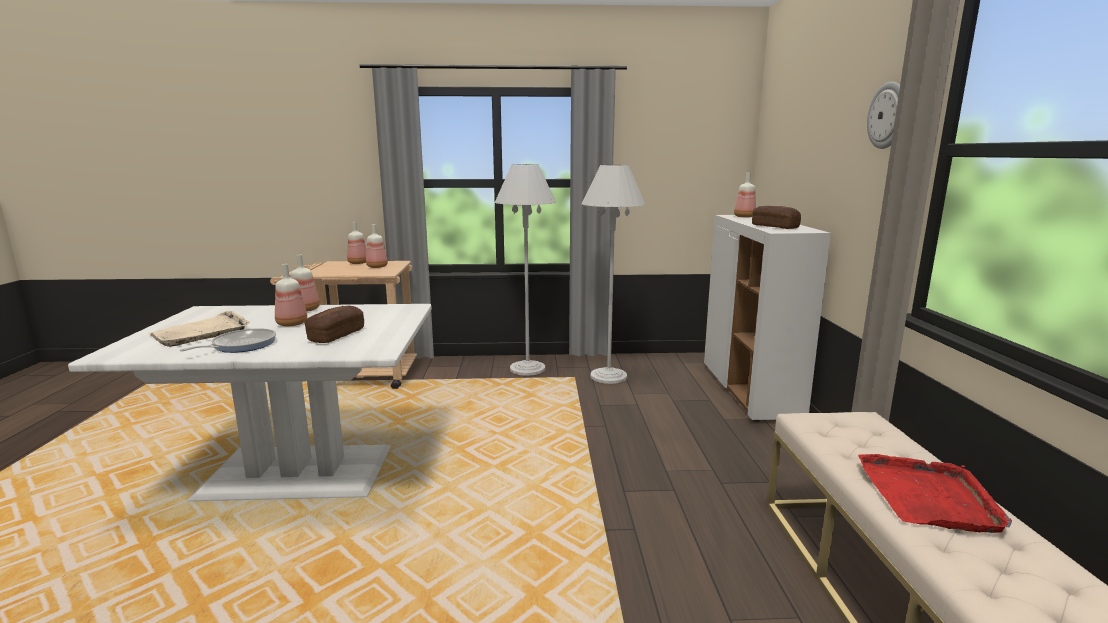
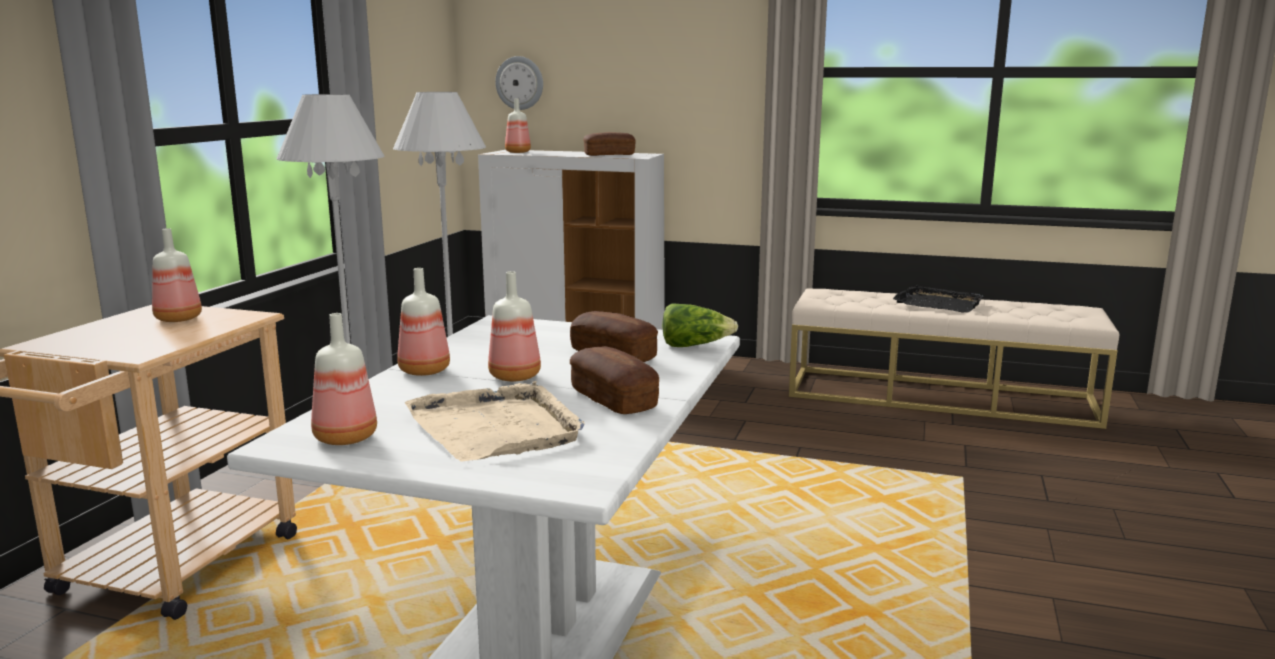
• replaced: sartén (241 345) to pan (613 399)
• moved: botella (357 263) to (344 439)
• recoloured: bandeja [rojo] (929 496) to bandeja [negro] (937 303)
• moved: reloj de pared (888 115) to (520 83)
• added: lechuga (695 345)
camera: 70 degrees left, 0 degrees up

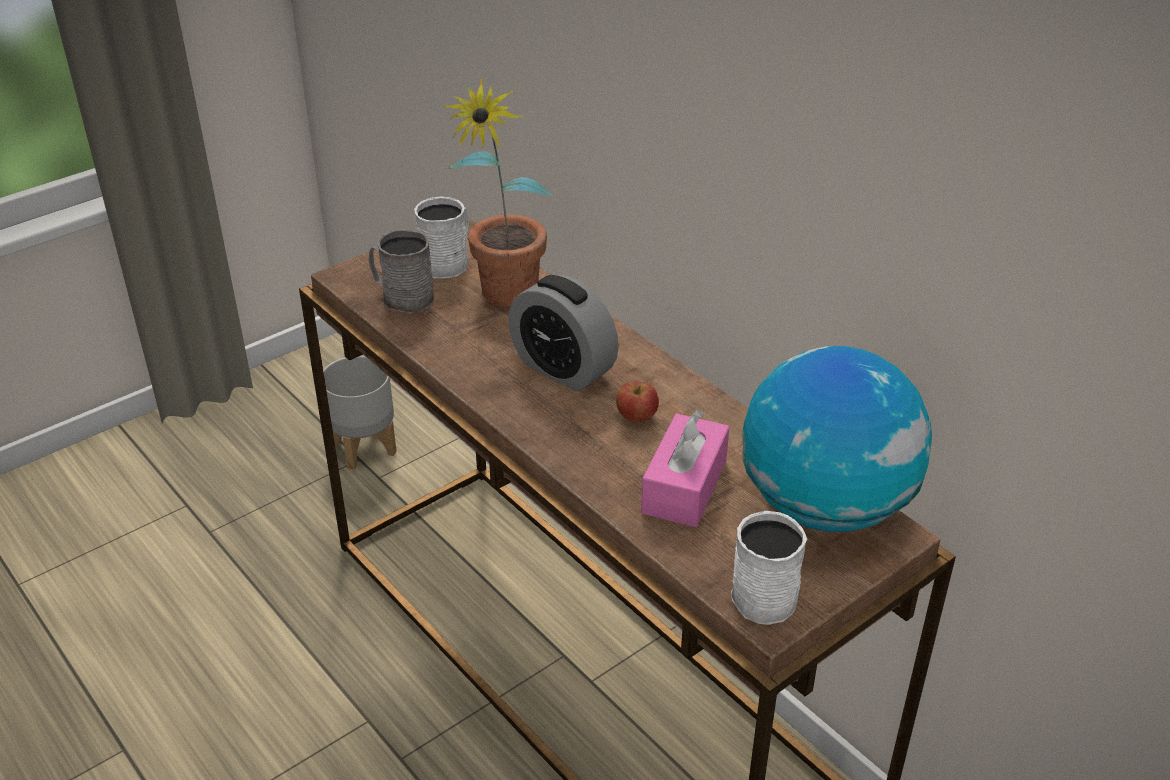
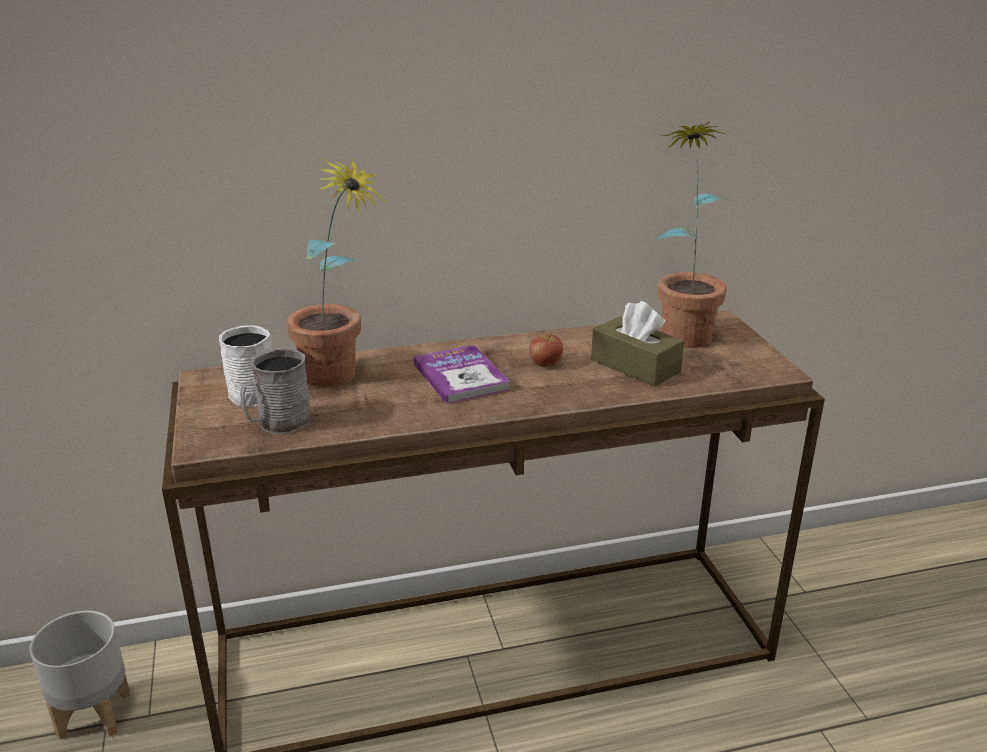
• replaced: despertador (563 369) to libro (461 377)
• recoloured: caja de pañuelos [rosa] (684 486) to caja de pañuelos [marrón] (635 366)
• removed: taza grande [blanco] (760 591)
• replaced: globo terráqueo (824 506) to planta en maceta (683 330)
camera: 65 degrees left, 10 degrees down

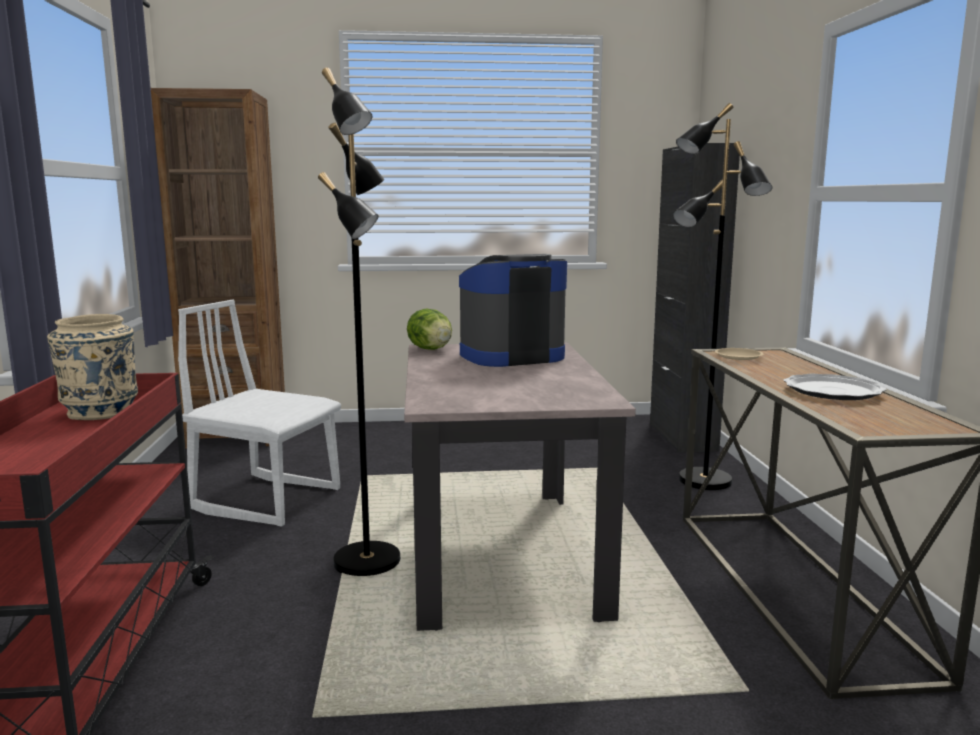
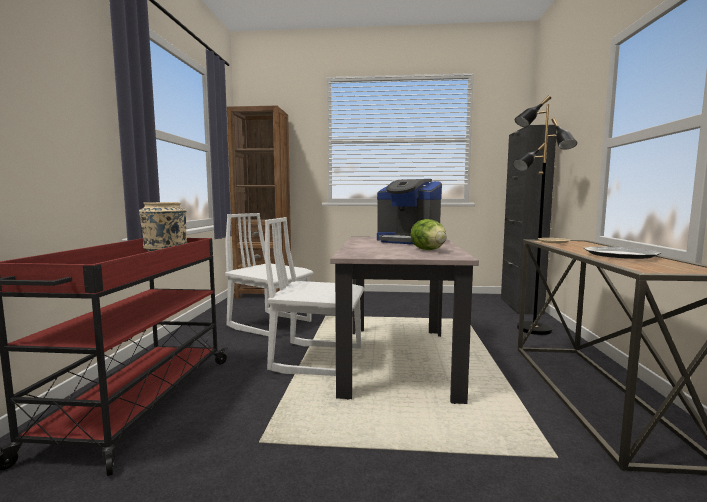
• replaced: lámpara de pie [negro] (369 561) to silla [blanco] (318 359)
• moved: lechuga (431 349) to (428 250)
• turned: cafetera (511 356) = (408 241) 135 degrees counterclockwise
camera: 10 degrees right, 5 degrees down

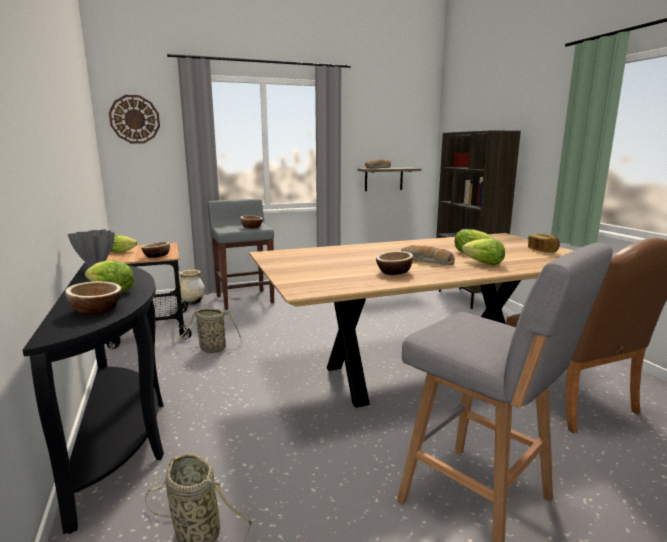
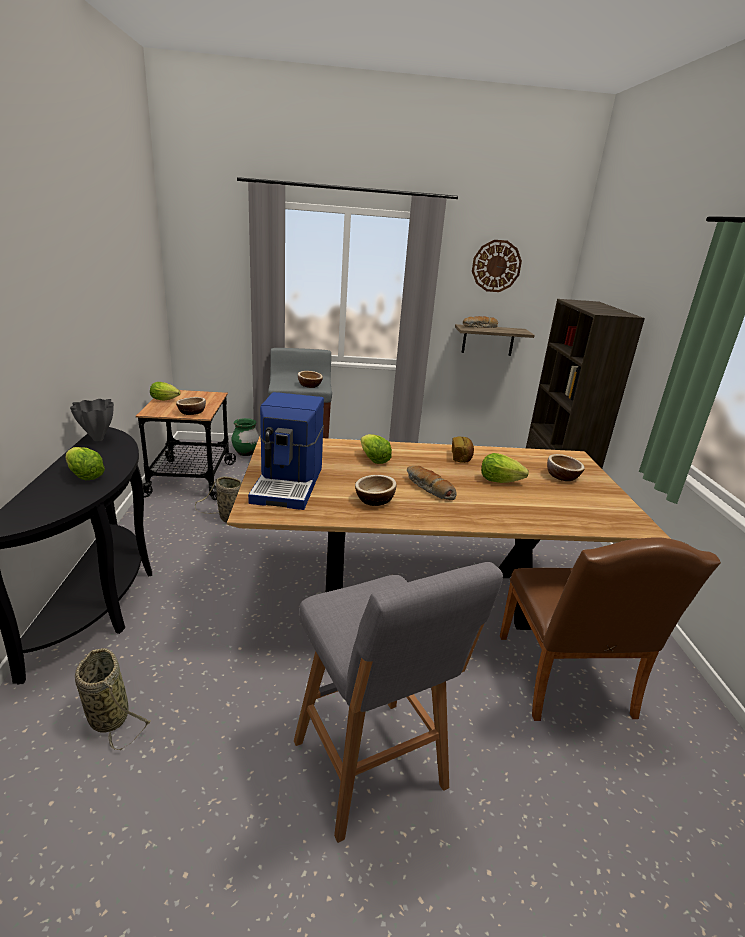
• moved: cuenco (96 310) to (562 476)
• moved: reloj de pared (135 119) to (496 266)
• recoloured: florero [beis] (192 302) to florero [verde] (246 453)
• moved: lechuga (484 263) to (374 460)
• moved: pan (543 251) to (461 457)
• added: cafetera (289 484)
camera: 15 degrees right, 10 degrees up

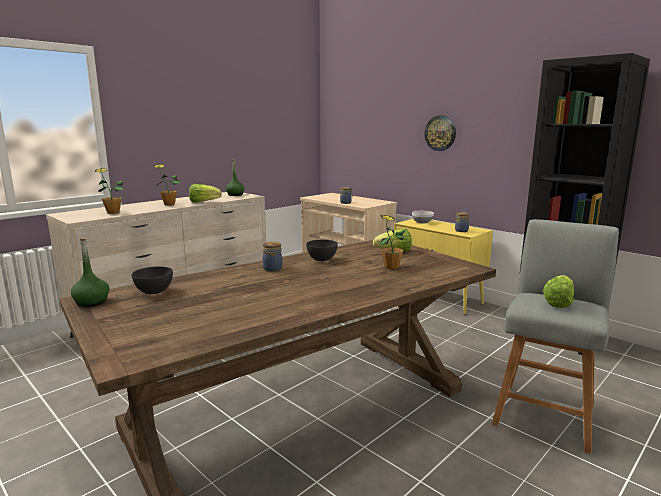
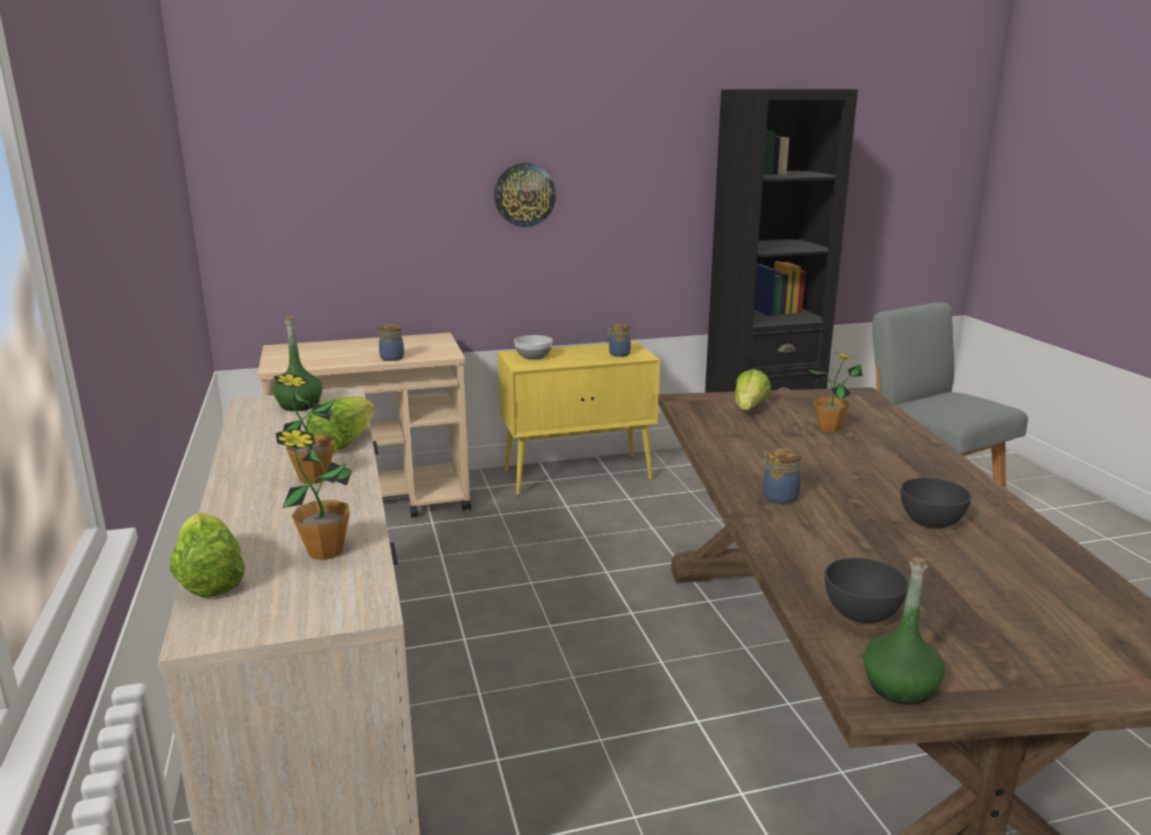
• moved: cuenco [gris] (322 259) to (930 522)
• moved: lechuga (558 302) to (210 579)
camera: 60 degrees left, 5 degrees up

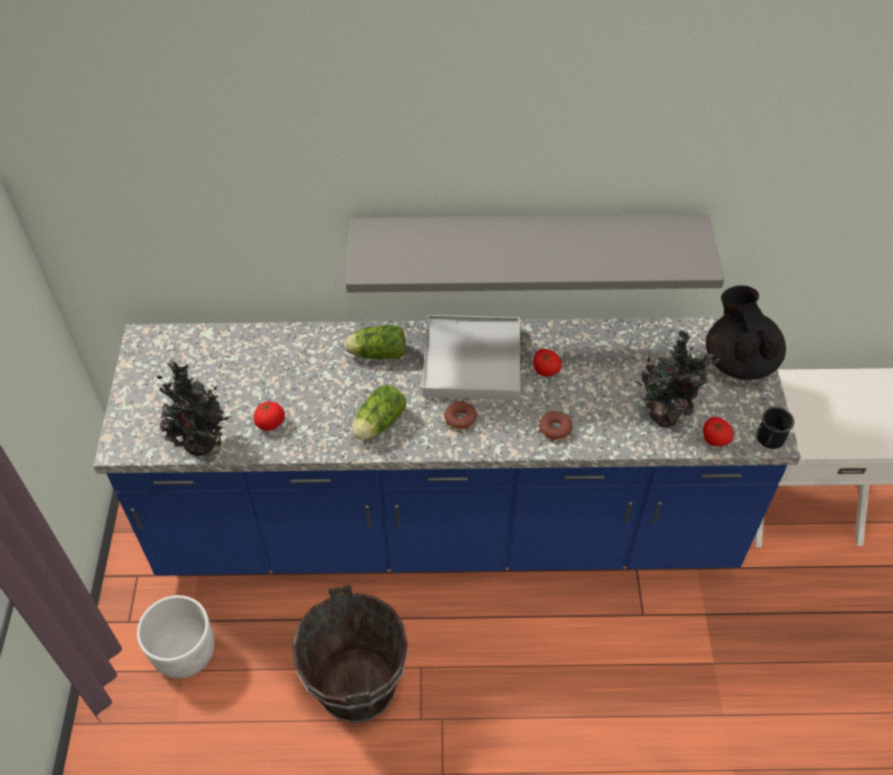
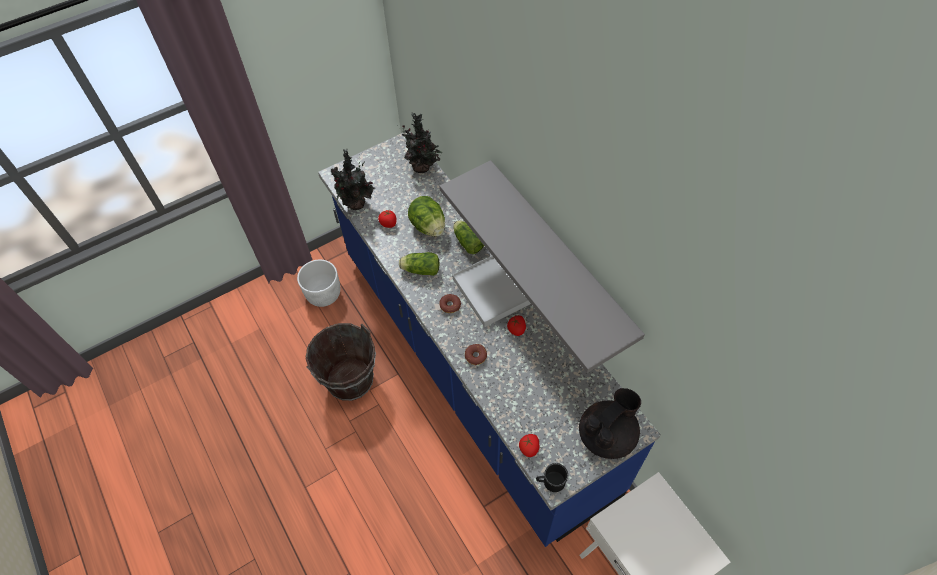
• moved: planta en maceta (666 413) to (423 167)
• added: lechuga (428 226)
camera: 60 degrees right, 5 degrees up

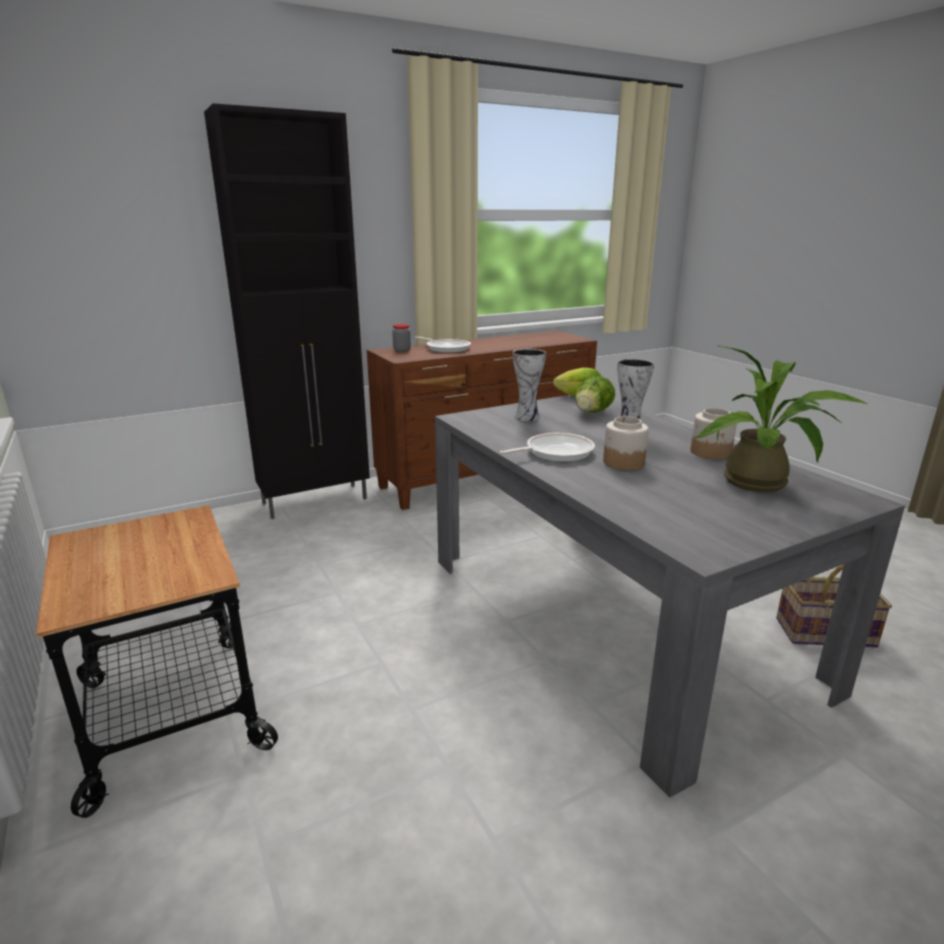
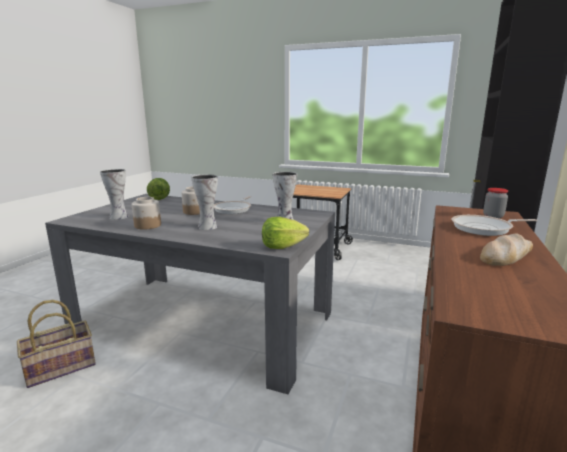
• moved: lechuga (592 413) to (160 198)
• replaced: planta en maceta (763 484) to florero (118 217)
• added: pan (506 255)
camera: 140 degrees right, 5 degrees down

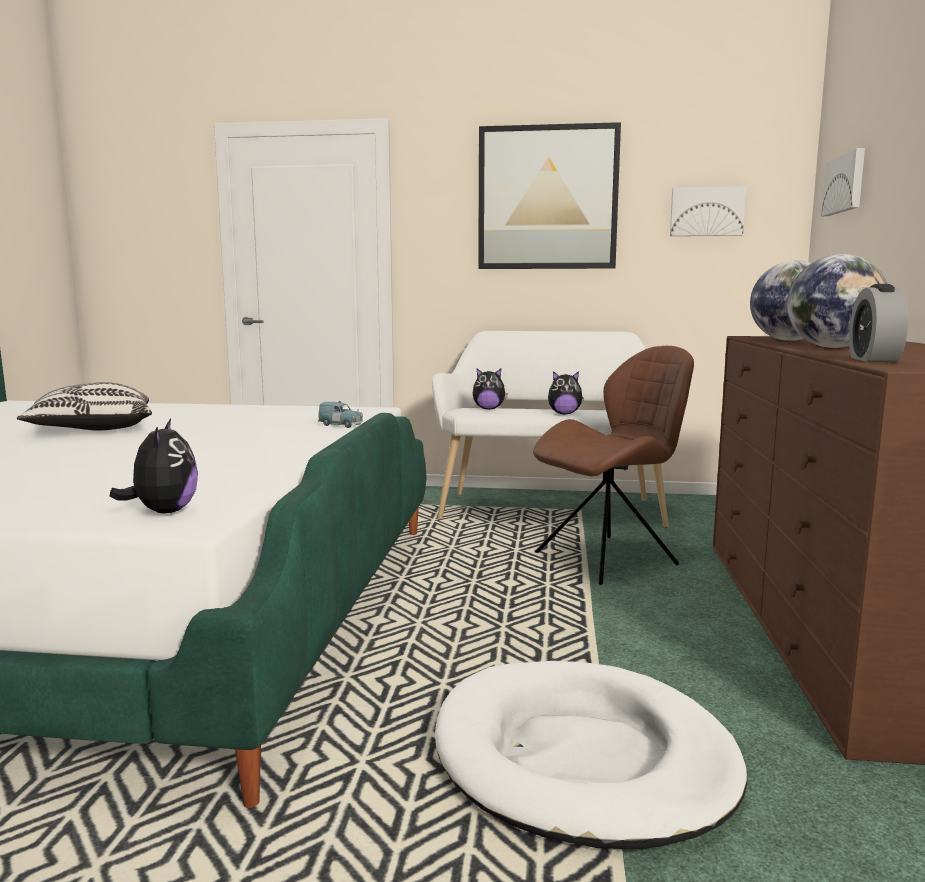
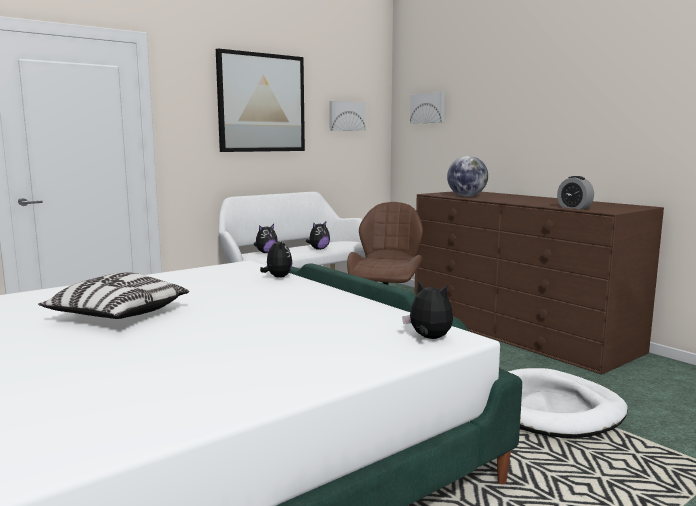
• replaced: coche de juguete [azul] (341 425) to peluche (277 277)
• removed: globo terráqueo (832 347)
camera: 45 degrees left, 0 degrees up

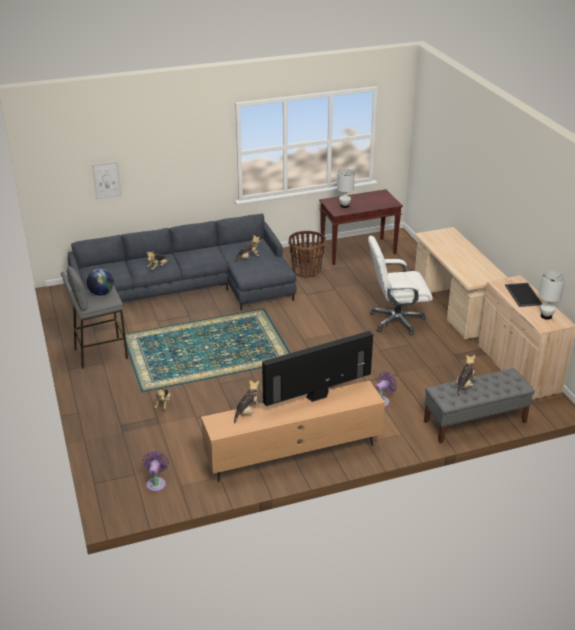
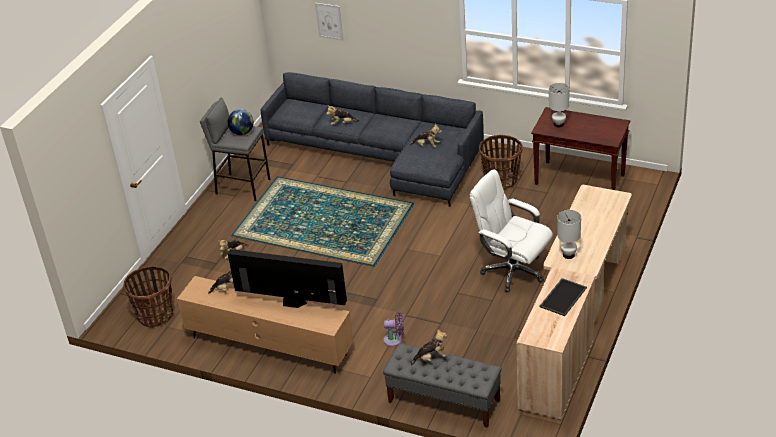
• replaced: ventilador [morado] (156 483) to cesta (155 315)
• moved: lámpara de mesa [blanco] (546 316) to (568 255)
camera: 45 degrees right, 5 degrees up

